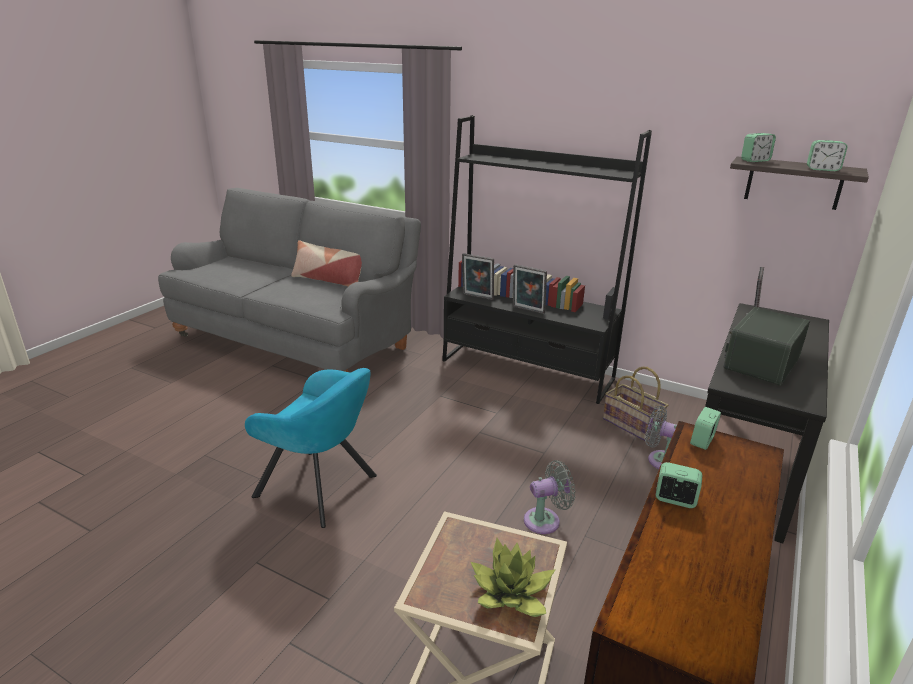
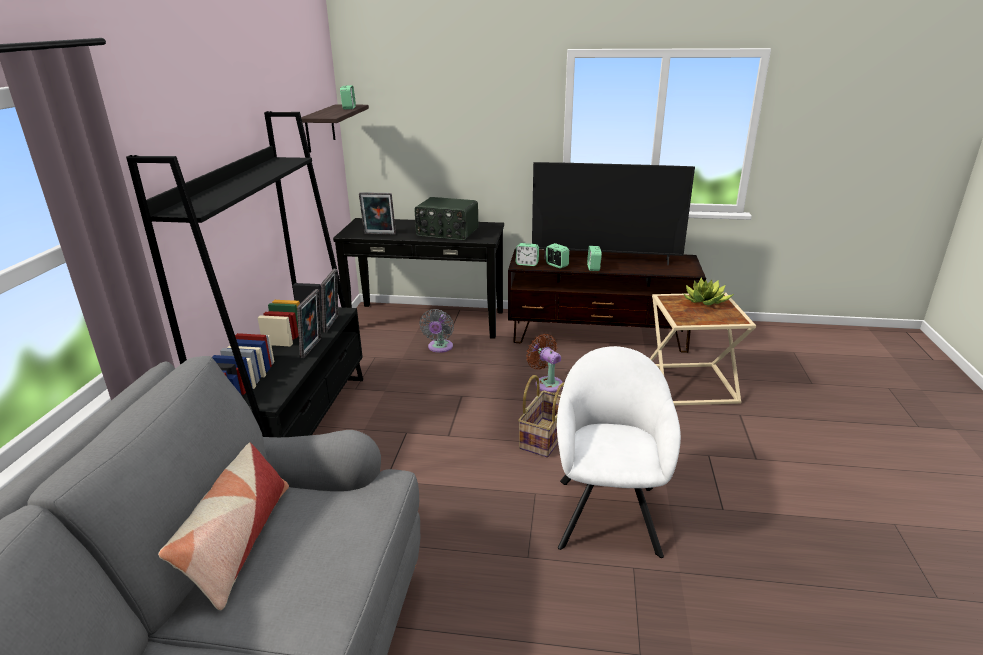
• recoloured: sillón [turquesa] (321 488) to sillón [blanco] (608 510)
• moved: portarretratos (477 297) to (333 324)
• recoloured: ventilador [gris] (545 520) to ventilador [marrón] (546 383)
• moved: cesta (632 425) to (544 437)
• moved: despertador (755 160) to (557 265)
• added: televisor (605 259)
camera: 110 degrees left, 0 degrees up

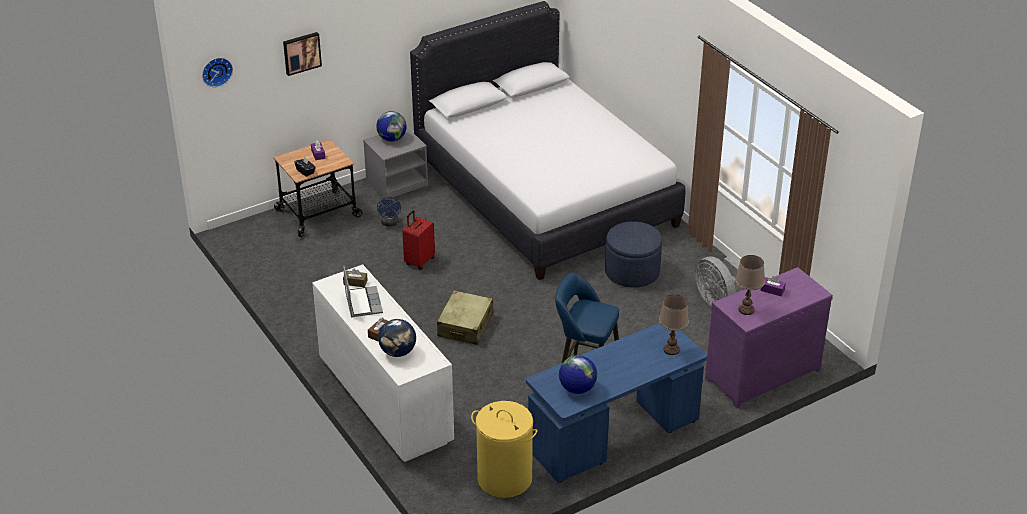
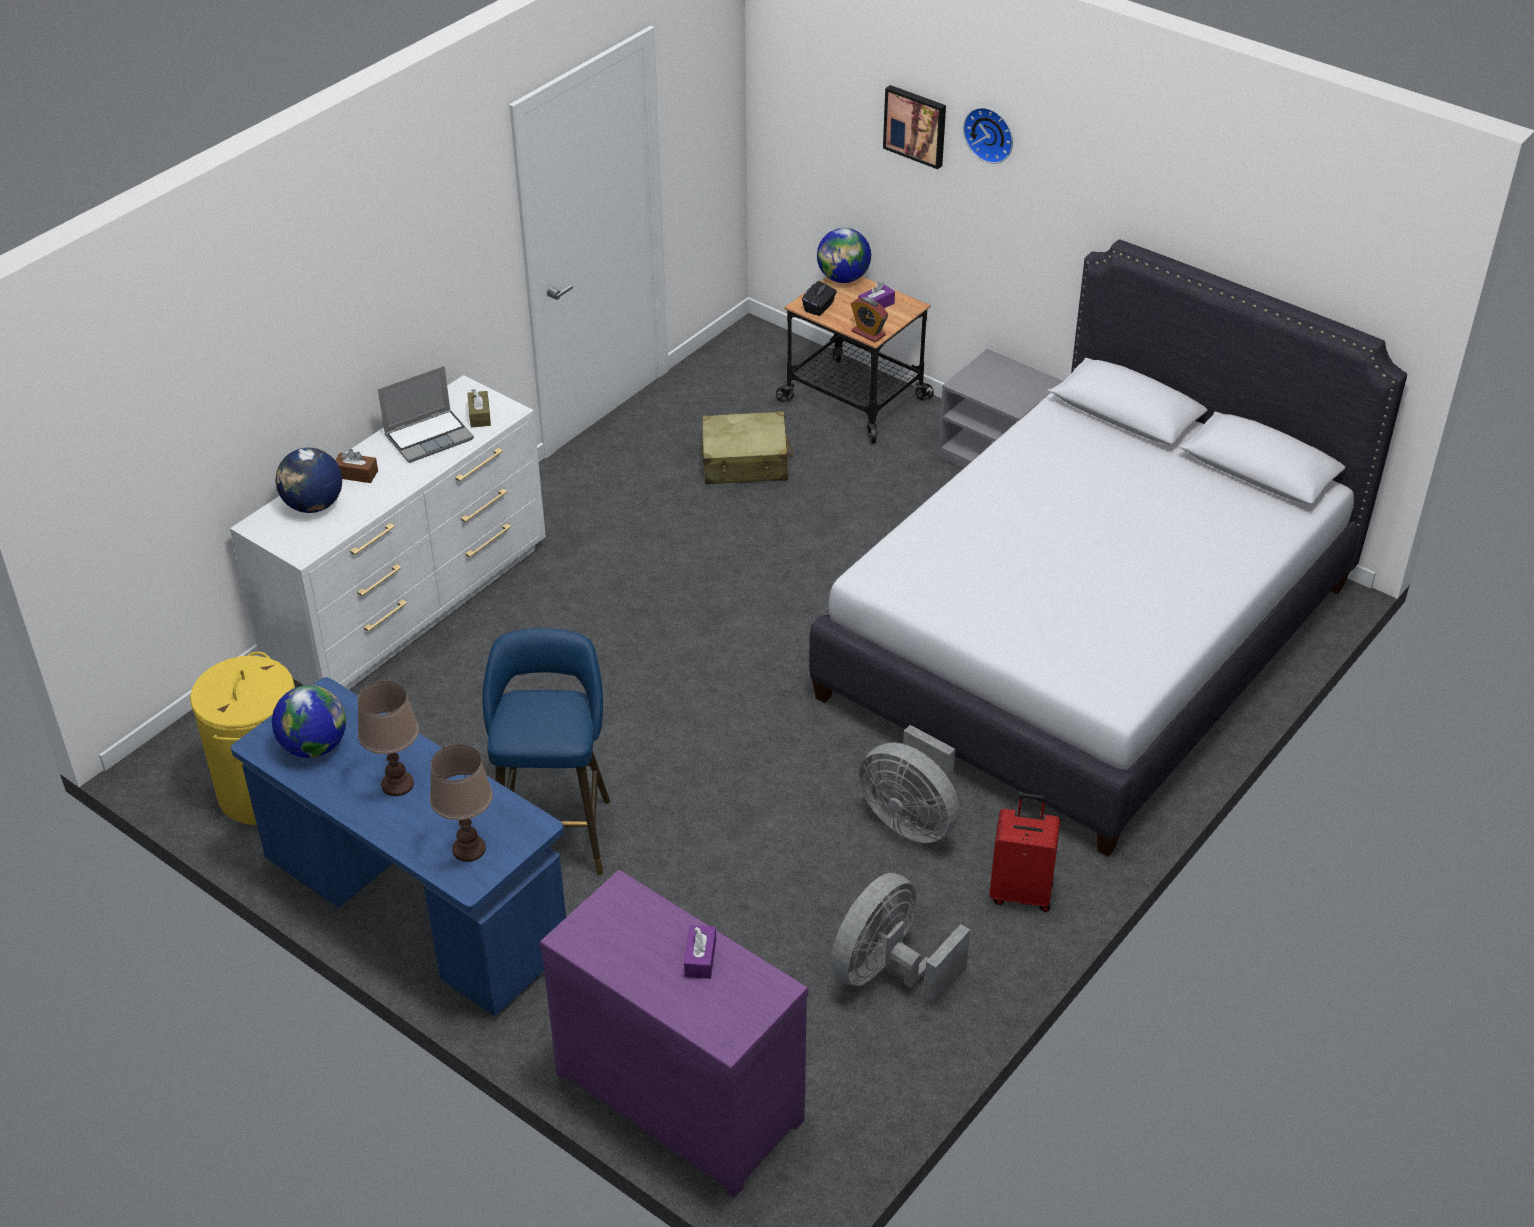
• moved: reloj de pared (216 71) to (990 133)
• moved: globo terráqueo (392 139) to (843 278)
• removed: ventilador [azul] (390 223)
• moved: maleta [rojo] (419 261) to (1021 892)
• moved: maleta [beis] (465 325) to (745 462)
• replaced: puf [azul] (632 272) to ventilador [gris] (911 820)
• moved: lámpara de mesa [marrón] (746 310) to (397 784)
• added: despertador (868 333)
camera: 70 degrees right, 5 degrees up

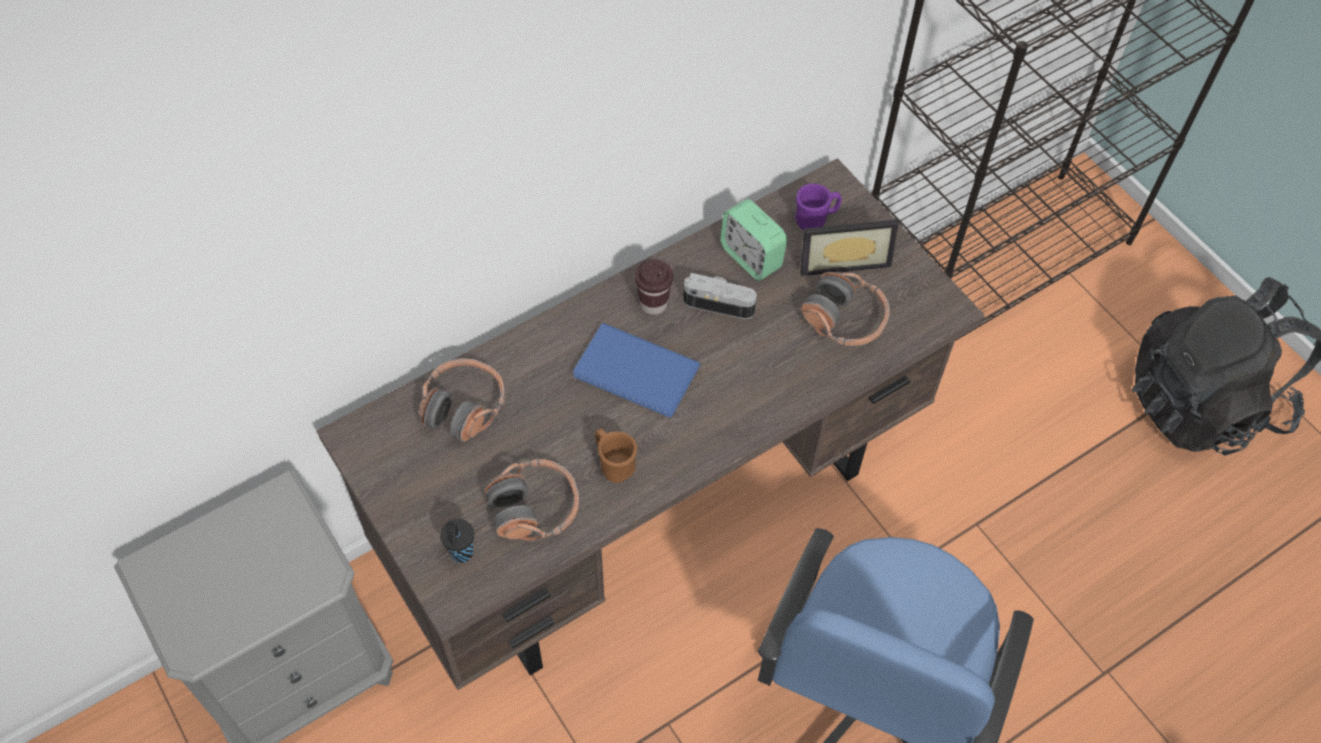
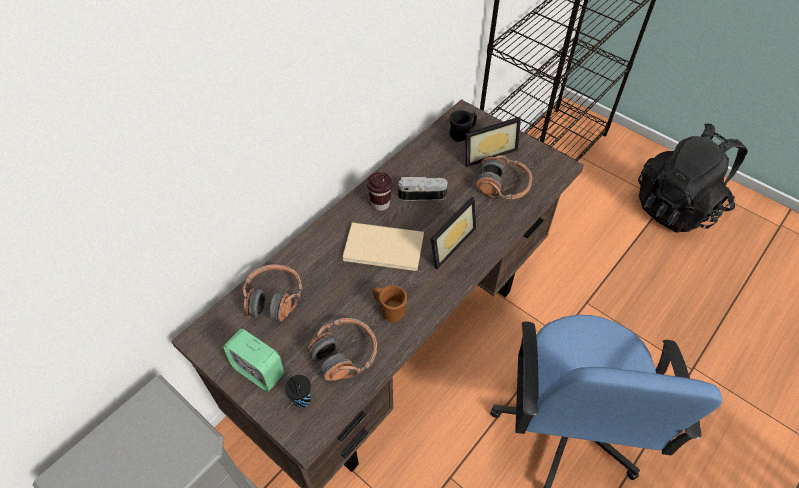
• recoloured: libro [azul] (637 374) to libro [beis] (385 249)
• moved: despertador (751 257) to (259 371)
• recoloured: taza grande [morado] (815 219) to taza grande [negro] (462 134)
• added: portarretratos (447 242)
camera: 15 degrees left, 5 degrees down

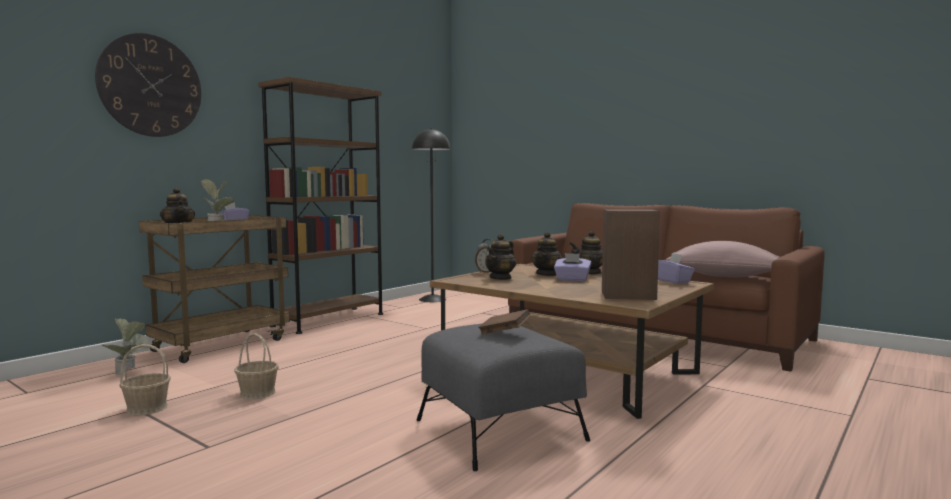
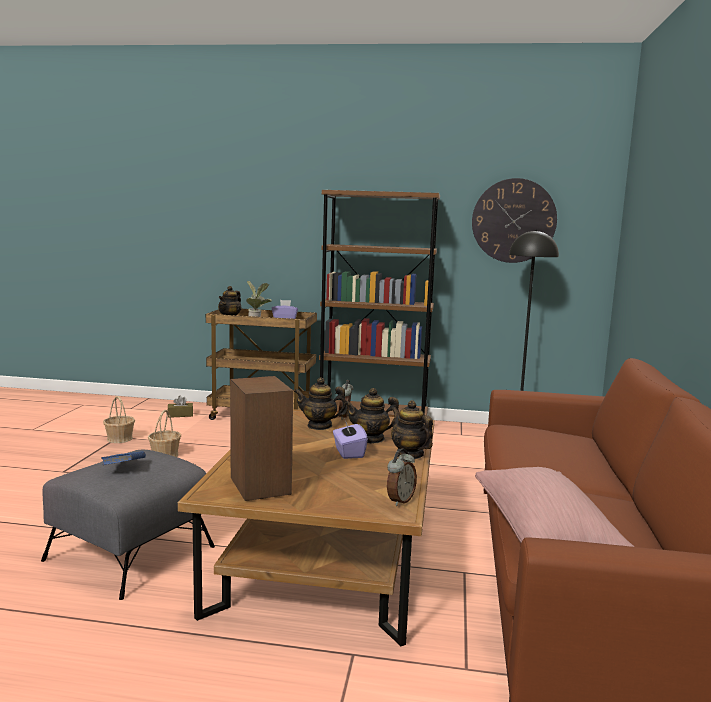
• moved: reloj de pared (150 86) to (513 221)
• replaced: planta en maceta (129 373) to caja de pañuelos [marrón] (180 415)
• recoloured: libro [marrón] (504 333) to libro [azul] (124 468)
• replaced: caja de pañuelos [morado] (673 281) to despertador (399 501)
camera: 60 degrees right, 5 degrees up

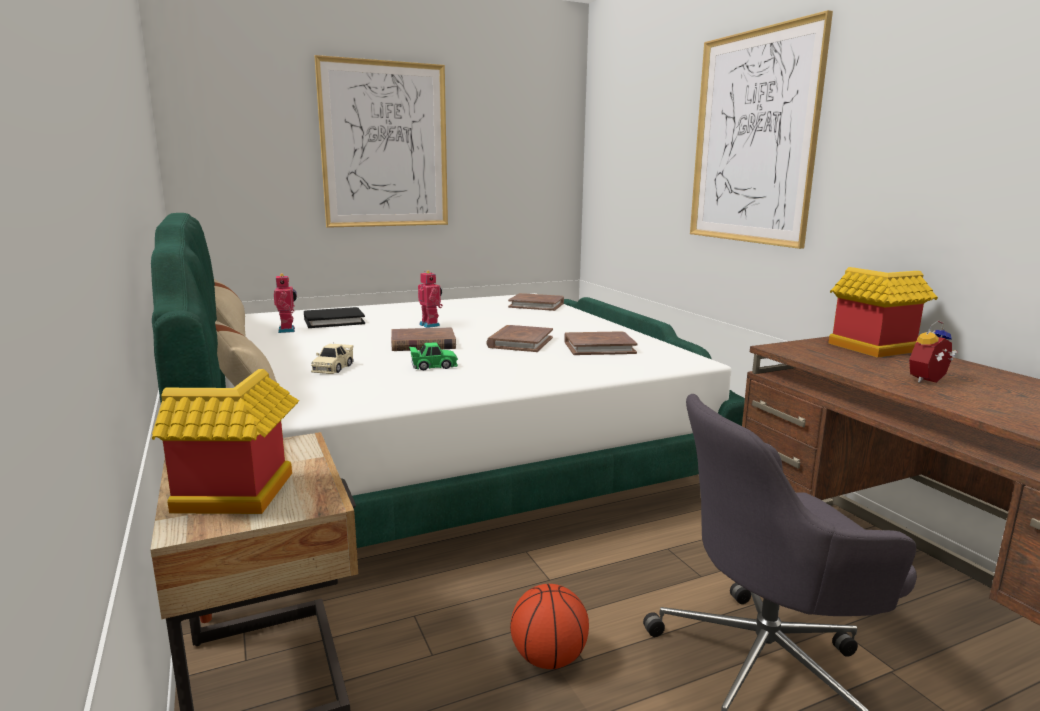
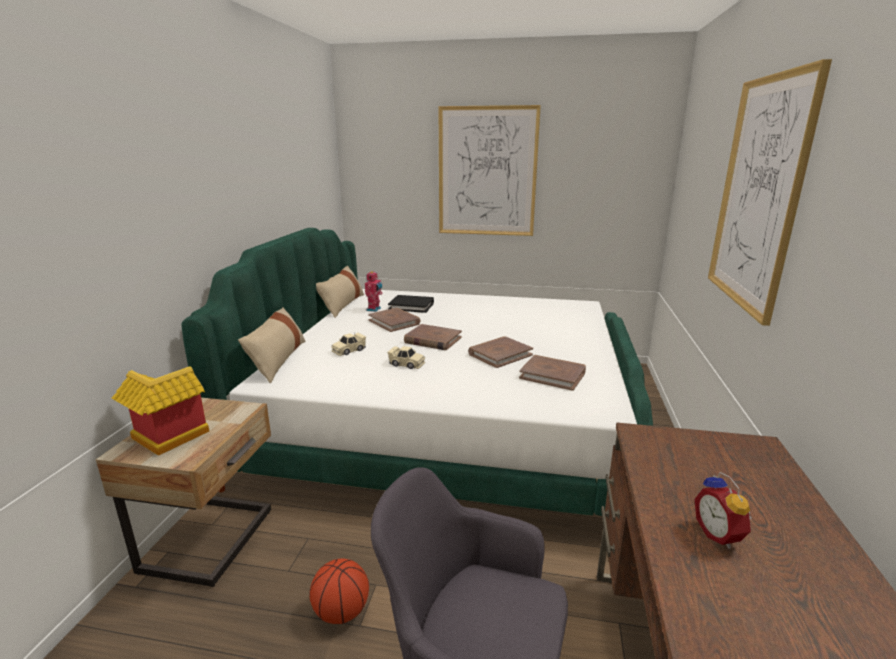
• recoloured: coche de juguete [verde] (433 366) to coche de juguete [beis] (406 364)
• removed: robot de juguete (431 325)
• moved: libro [marrón] (536 305) to (394 322)
• removed: casita (871 349)
• turned: despertador (930 381) = (720 535) 105 degrees counterclockwise
camera: 35 degrees right, 5 degrees up

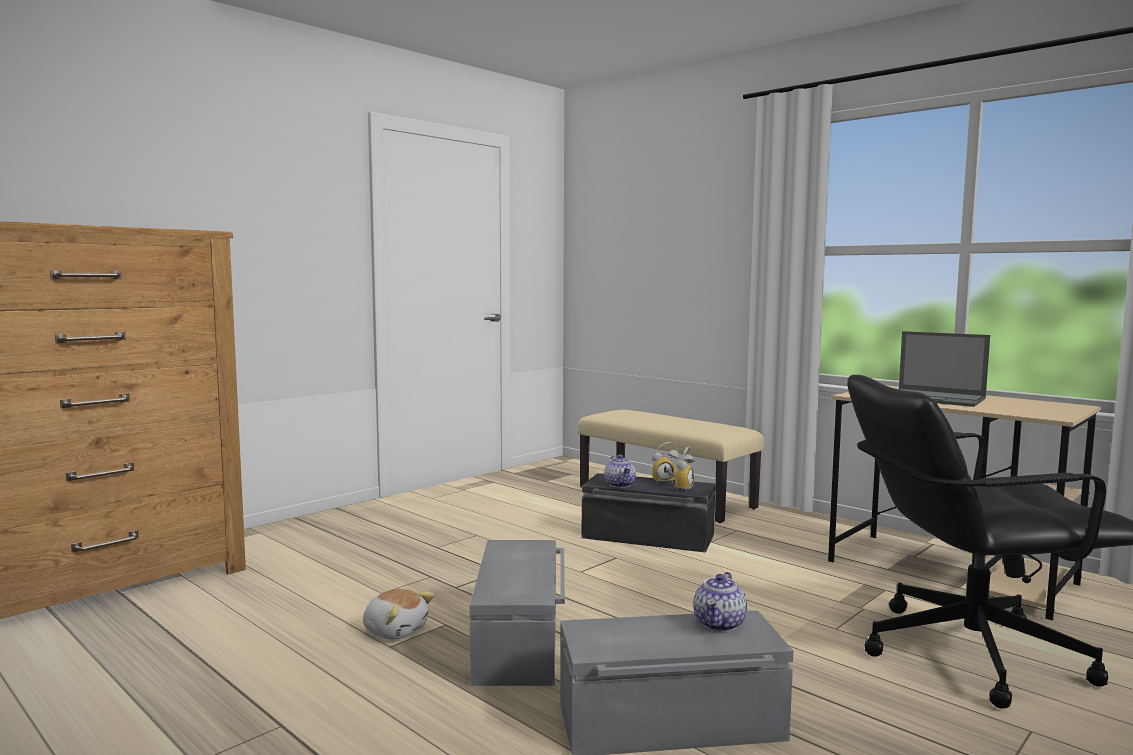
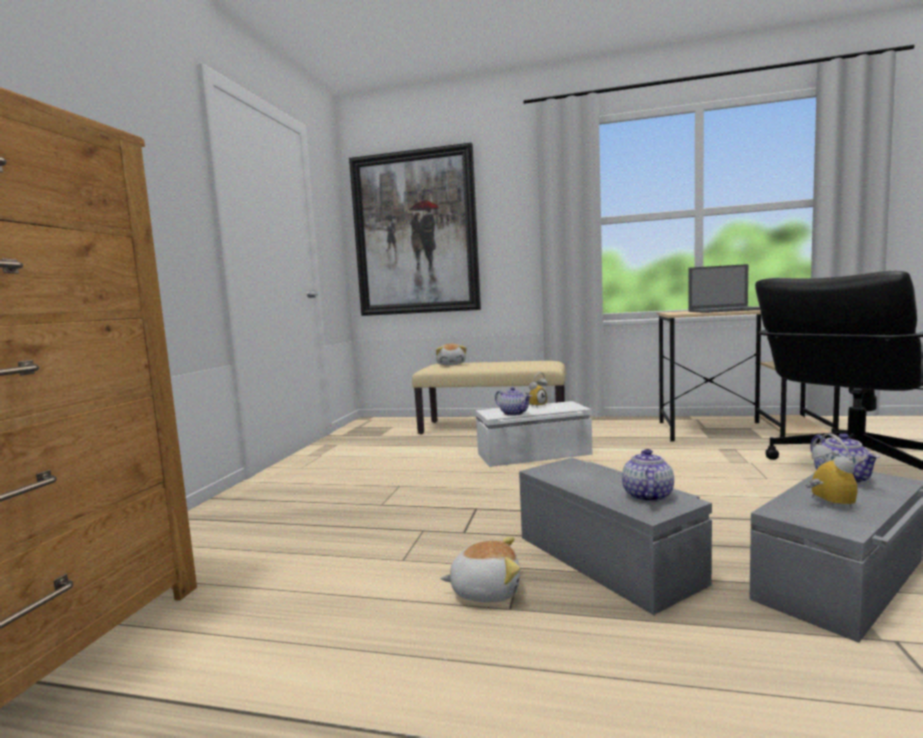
• recoloured: caja de almacenaje [negro] (647 537) to caja de almacenaje [blanco] (534 454)
• moved: despertador (680 488) to (824 503)
• added: cuadro (415 233)
• added: peluche (451 364)
• added: tetera (646 496)
camera: 30 degrees left, 0 degrees up

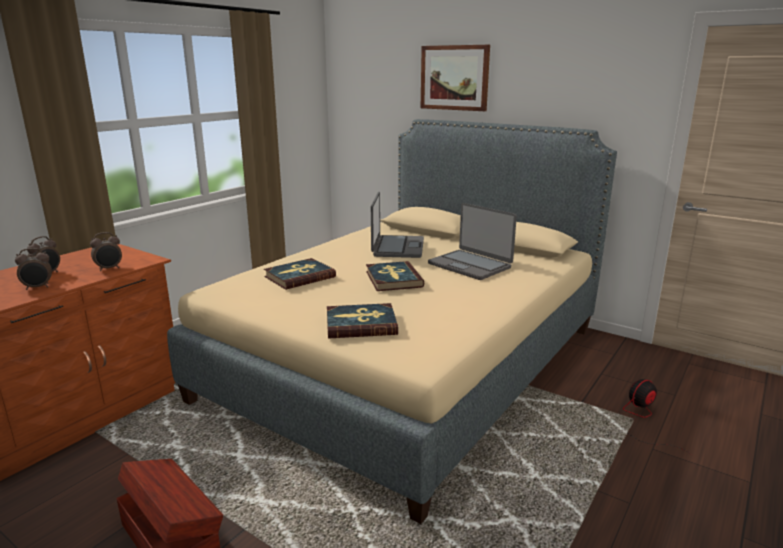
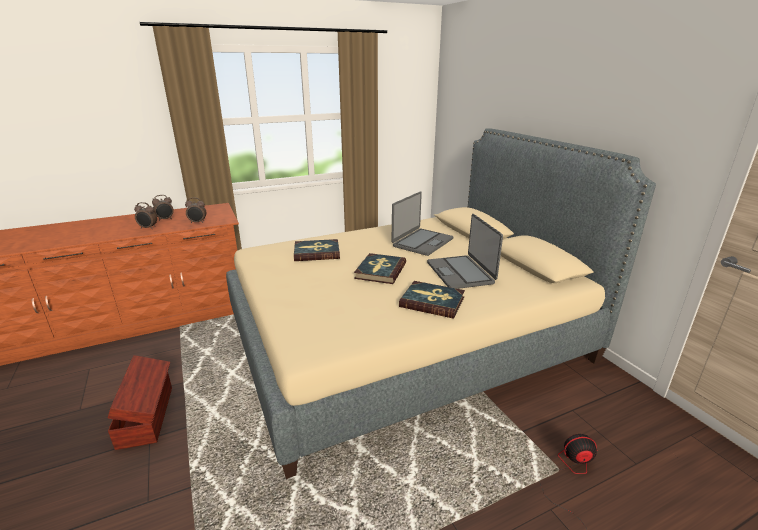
• moved: libro (361 324) to (432 302)
• removed: cuadro (454 78)
camera: 30 degrees right, 5 degrees up

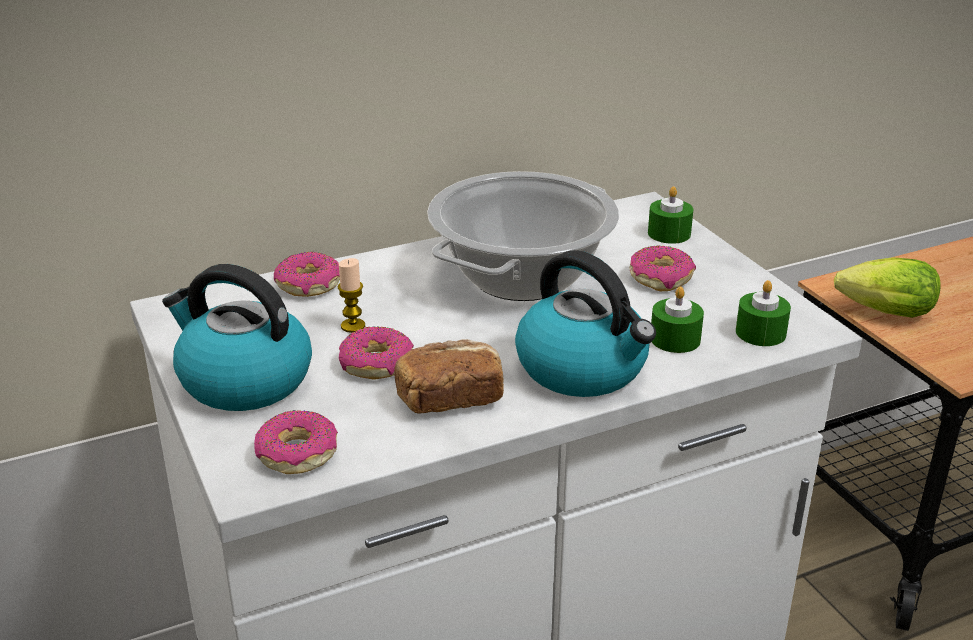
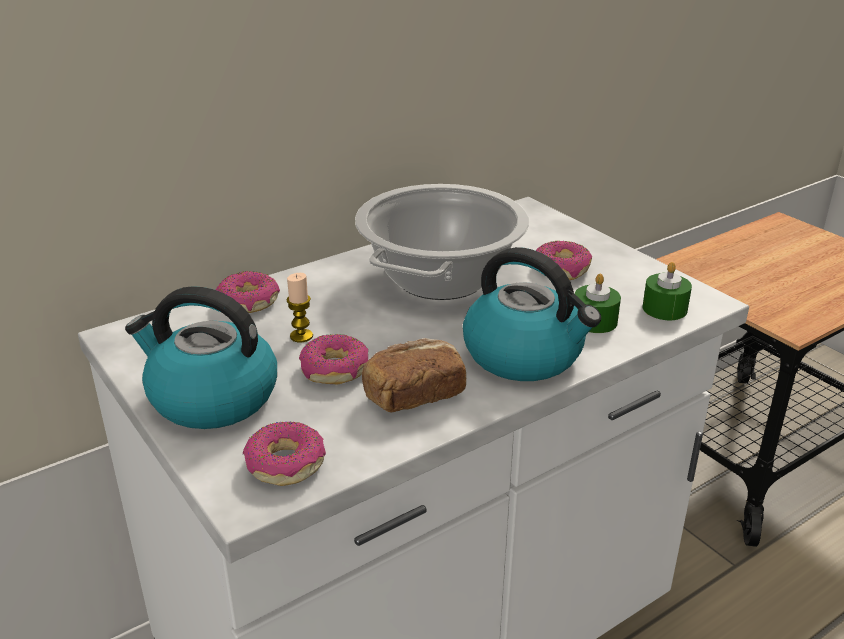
• removed: vela [verde] (669 233)
• removed: lechuga (880 312)
camera: 10 degrees left, 0 degrees up

